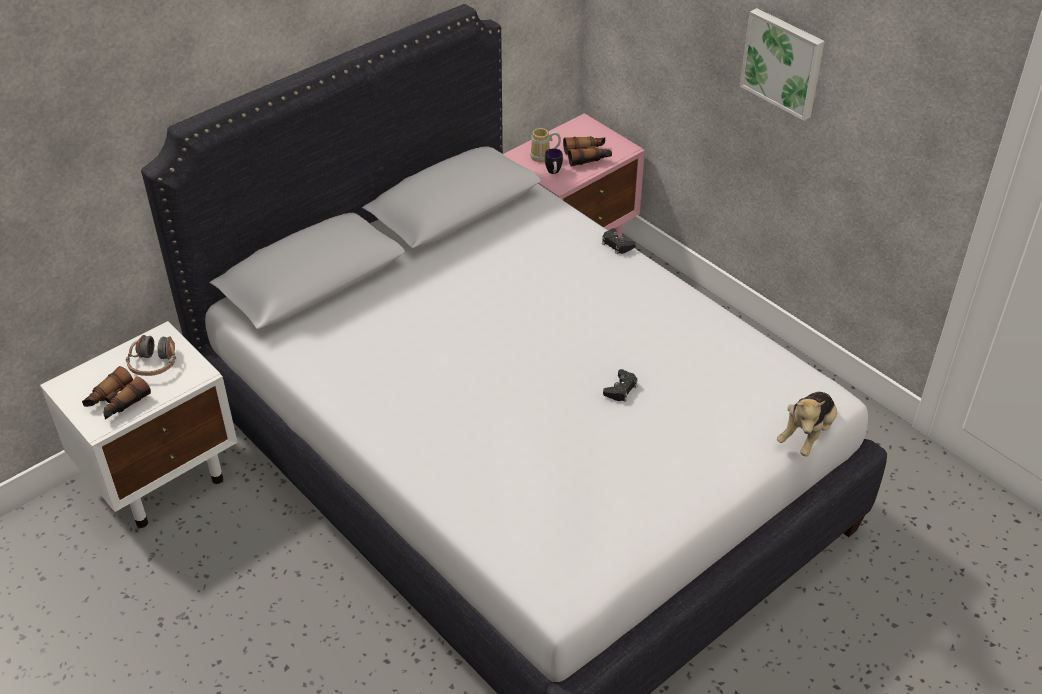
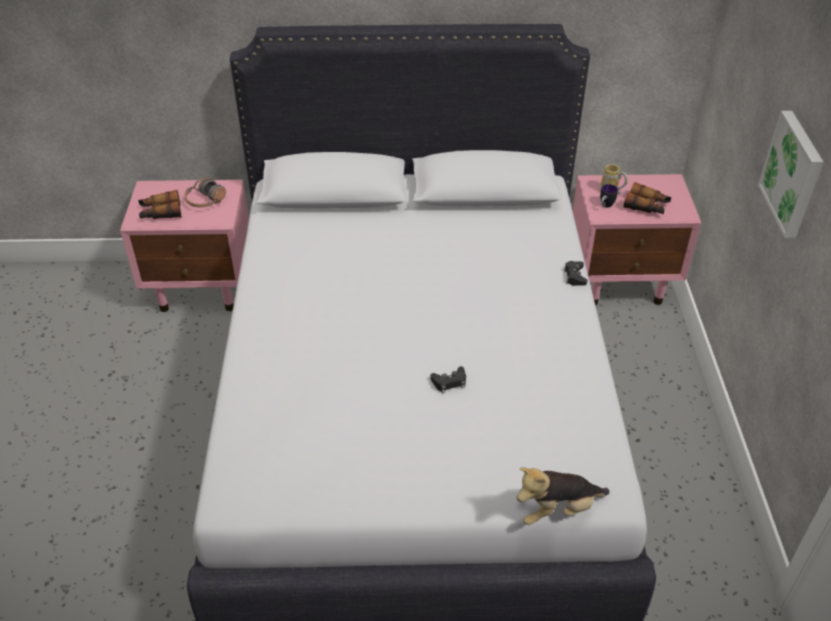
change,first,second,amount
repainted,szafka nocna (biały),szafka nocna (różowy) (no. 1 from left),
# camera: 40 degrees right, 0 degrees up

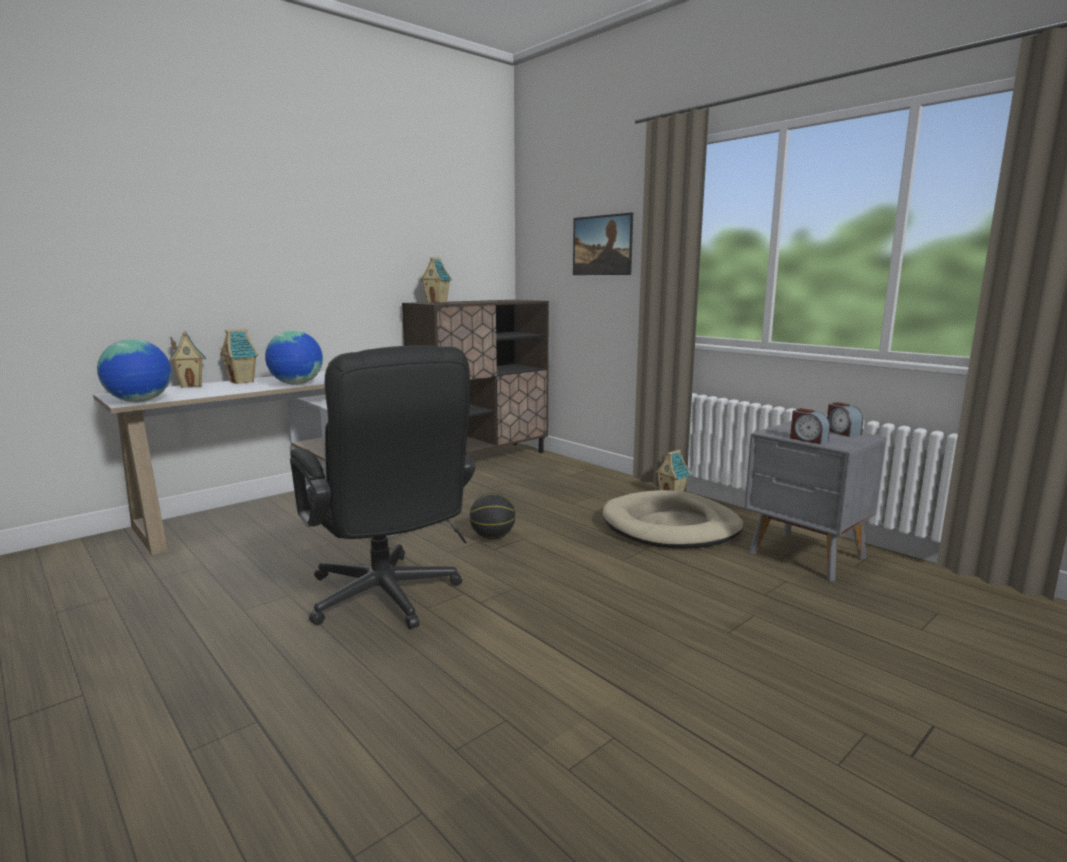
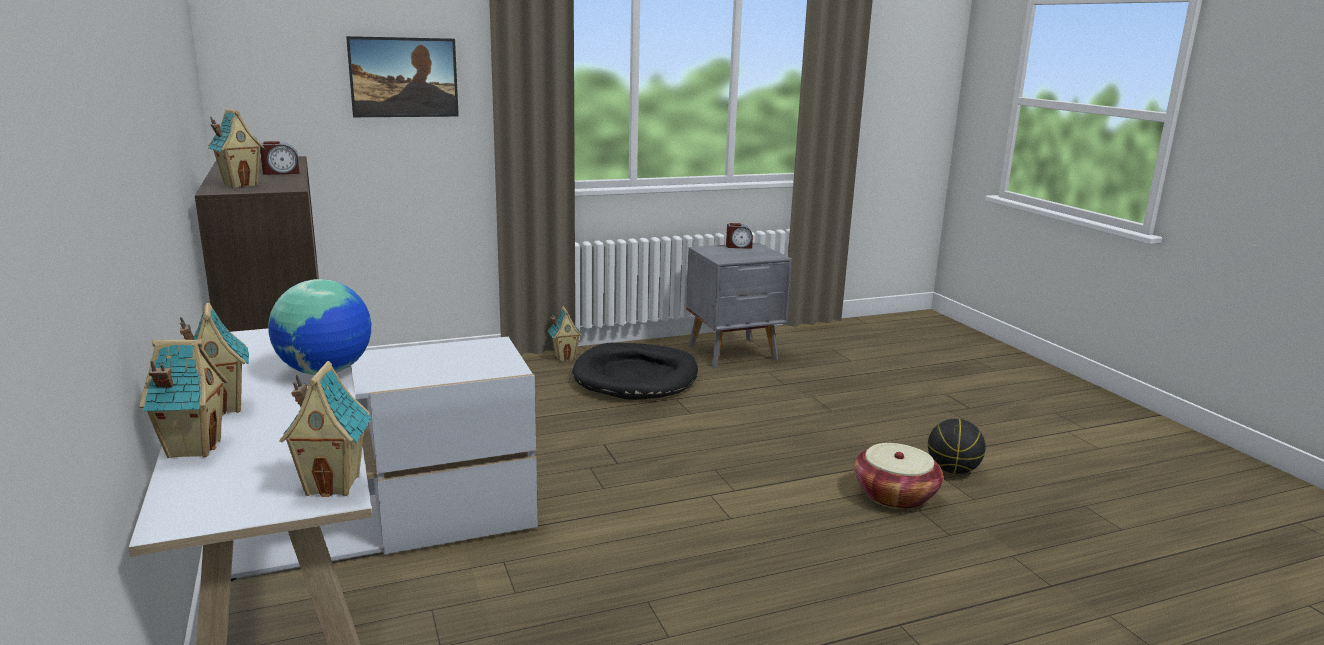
change,first,second,amount
gone,krzesło biurowe (czarny),,
new,,koszyk,
shifted,piłka do koszykówki,,
shifted,budzik (no. 1 from left),,
swapped,globus (no. 1 from left),domek (no. 4 from left),
repainted,legowisko (beżowy),legowisko (czarny),
# camera: 70 degrees left, 5 degrees up

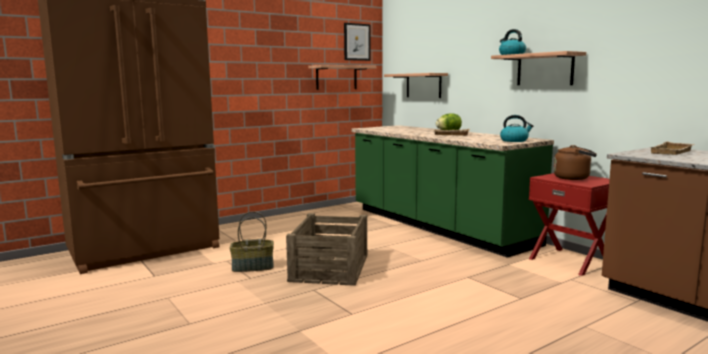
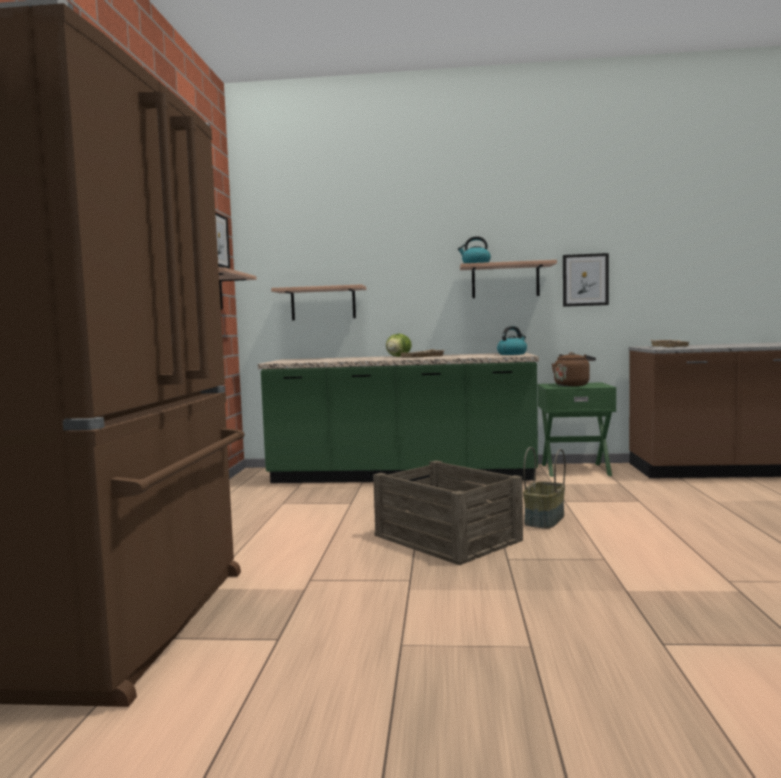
change,first,second,amount
new,,obraz (no. 2 from left),
shifted,koszyk,,
repainted,szafka nocna (czerwony),szafka nocna (zielony),
# camera: 50 degrees left, 5 degrees down

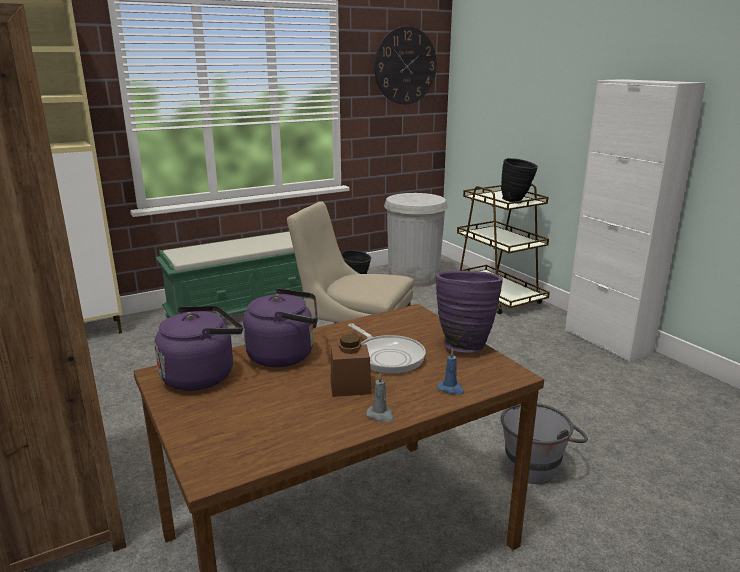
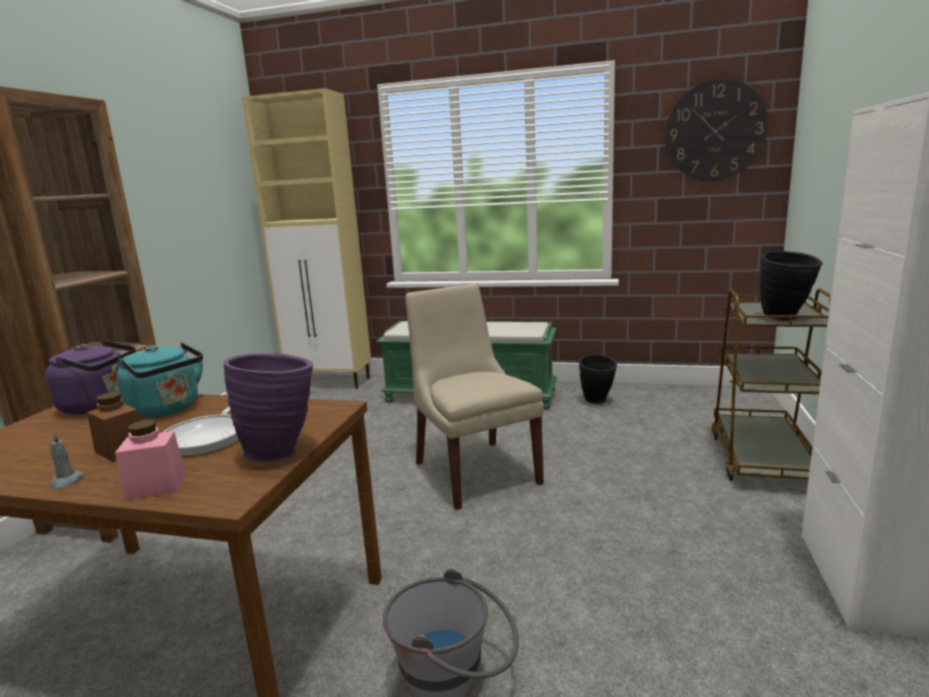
change,first,second,amount
gone,kosz na śmieci (biały),,
swapped,świeca (niebieski),słoik (różowy),
repainted,czajnik (fioletowy) (no. 2 from left),czajnik (turkusowy),
# camera: 45 degrees right, 5 degrees down

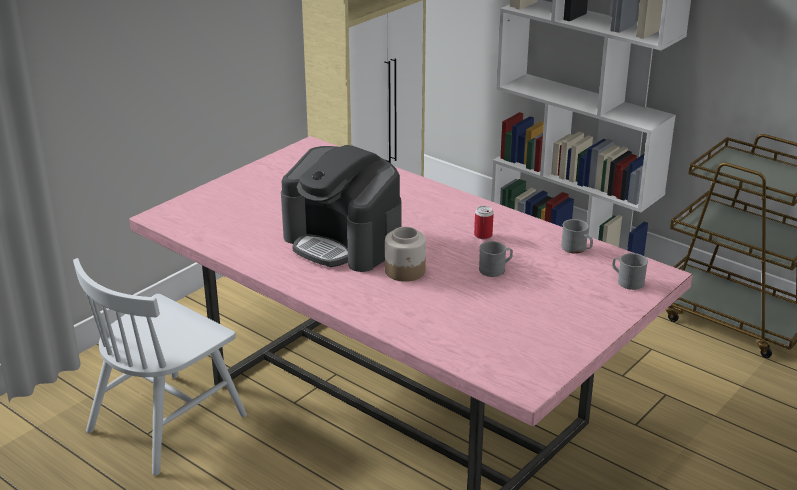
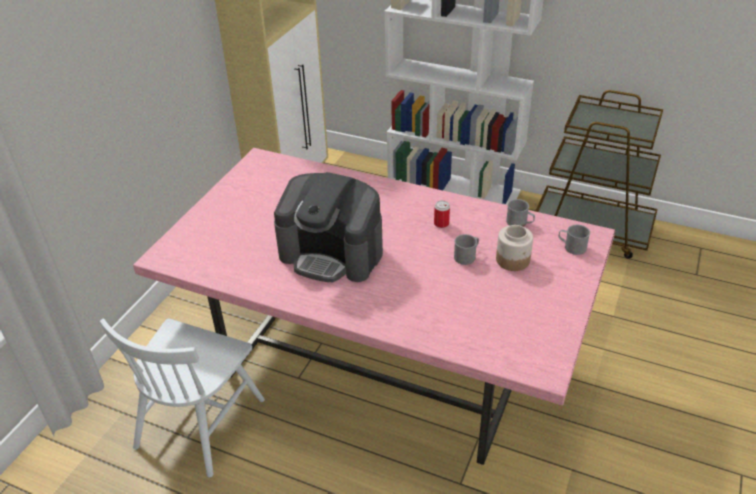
change,first,second,amount
shifted,słoik,,
# camera: 15 degrees left, 10 degrees up

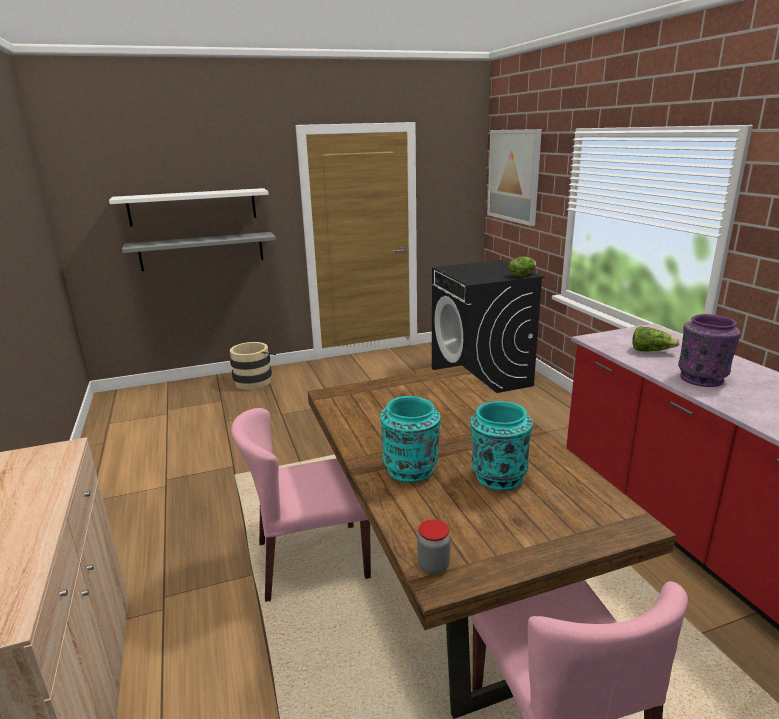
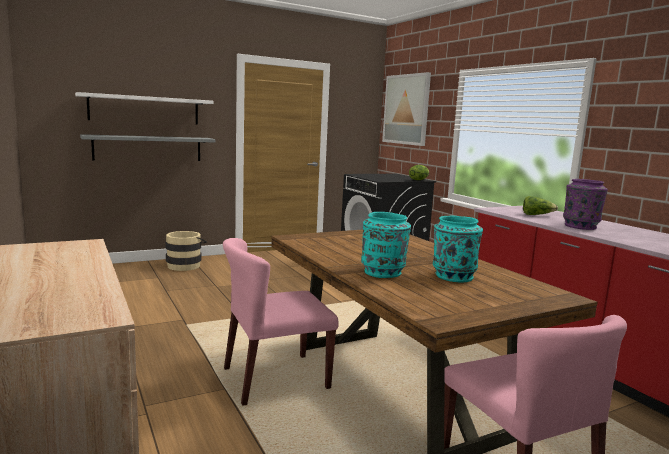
change,first,second,amount
gone,słoik,,
# camera: 10 degrees left, 10 degrees down

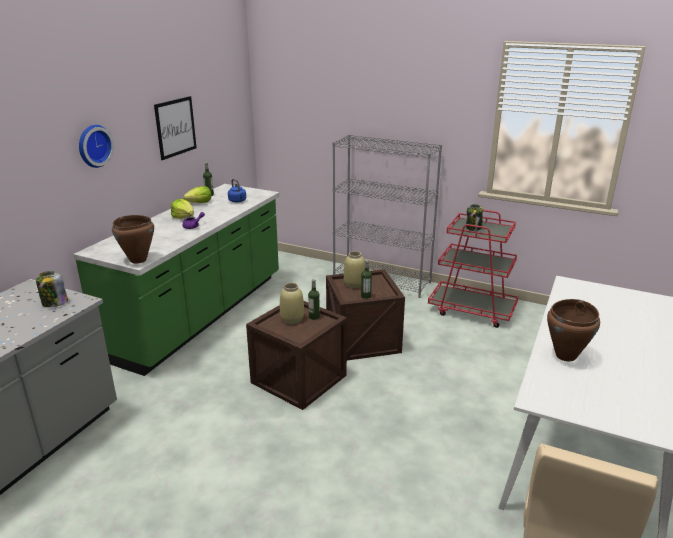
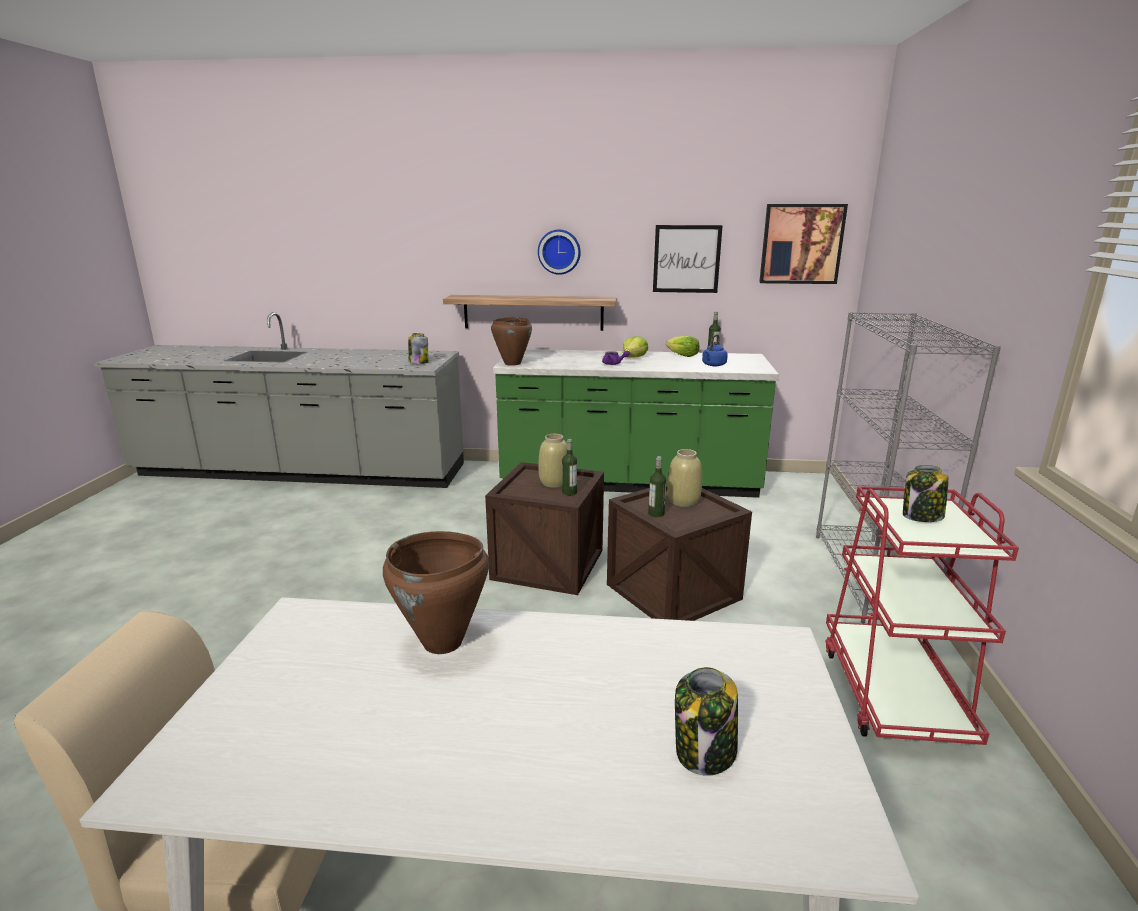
change,first,second,amount
new,,półka,
new,,słoik (no. 2 from left),
new,,obraz (no. 2 from left),
# camera: 70 degrees right, 5 degrees down

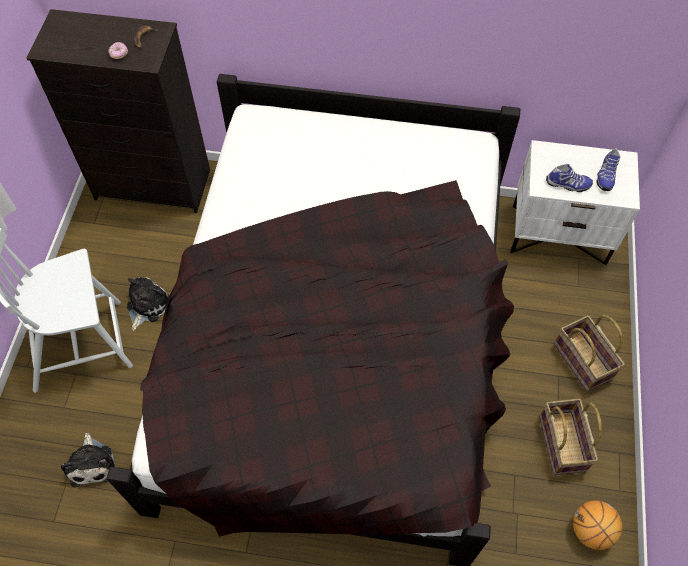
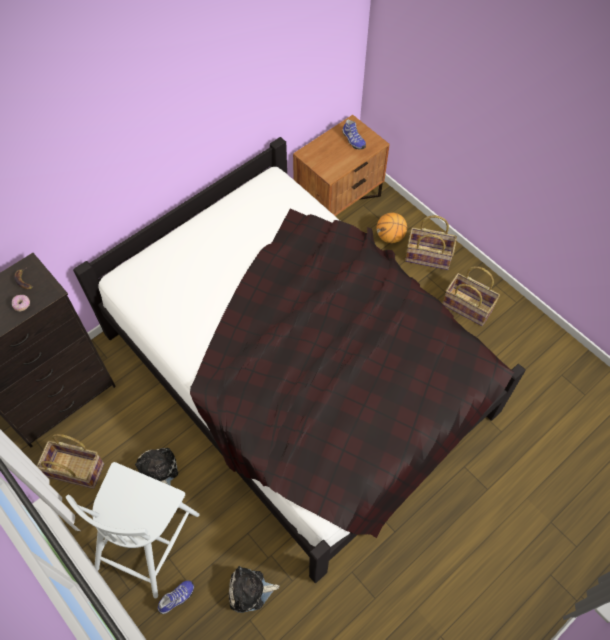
change,first,second,amount
new,,koszyk (no. 1 from left),
shifted,but (no. 1 from left),,
shifted,piłka do koszykówki,,
repainted,szafka nocna (biały),szafka nocna (brązowy),
rotated,pluszak (no. 1 from left in the first image),pluszak (no. 2 from left),150 degrees clockwise
# camera: 50 degrees left, 0 degrees up

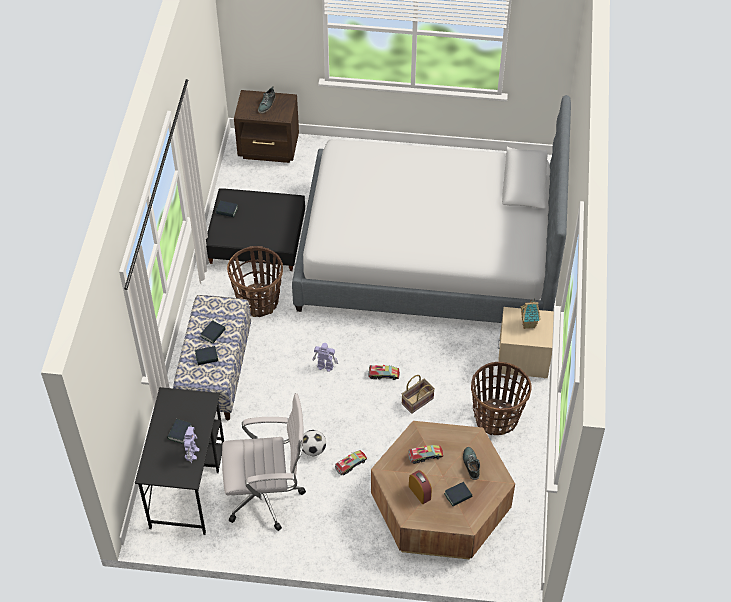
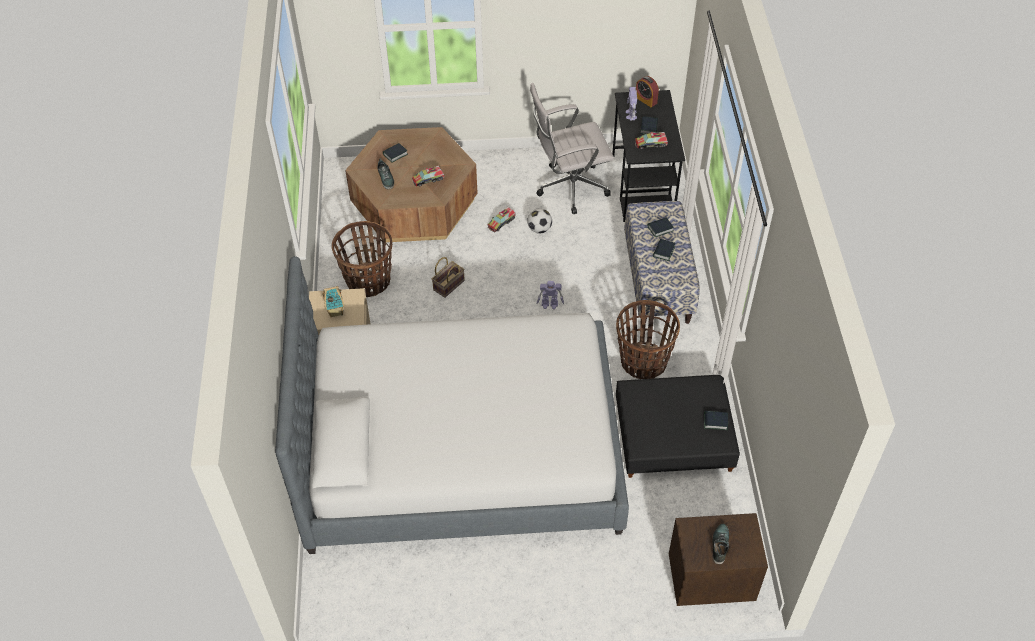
change,first,second,amount
shifted,ciężarówka zabawkowa (no. 2 from left in the first image),ciężarówka zabawkowa (no. 3 from left),
shifted,budzik,,
# camera: 170 degrees right, 0 degrees up

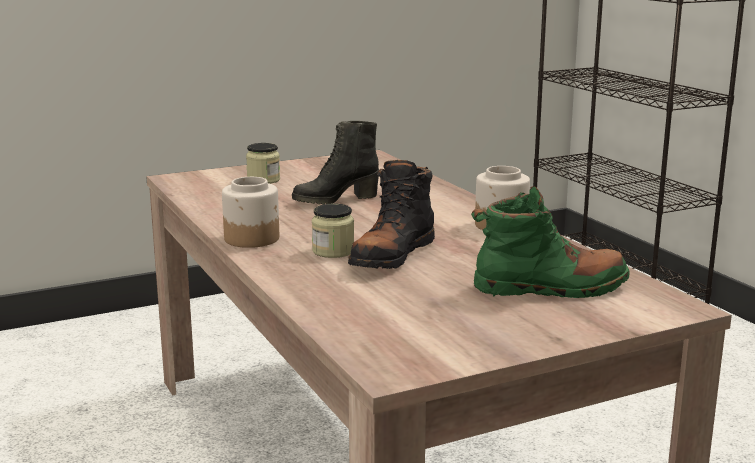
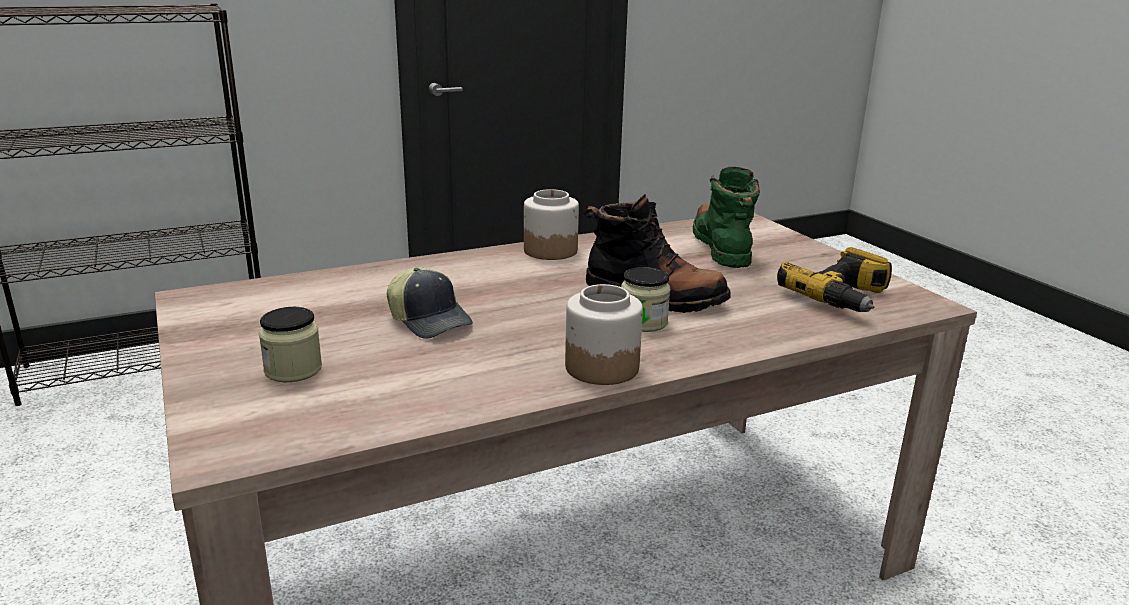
change,first,second,amount
new,,wiertarka,
swapped,but z cholewką (czarny) (no. 1 from left),czapka z daszkiem,
# camera: 90 degrees left, 5 degrees up

